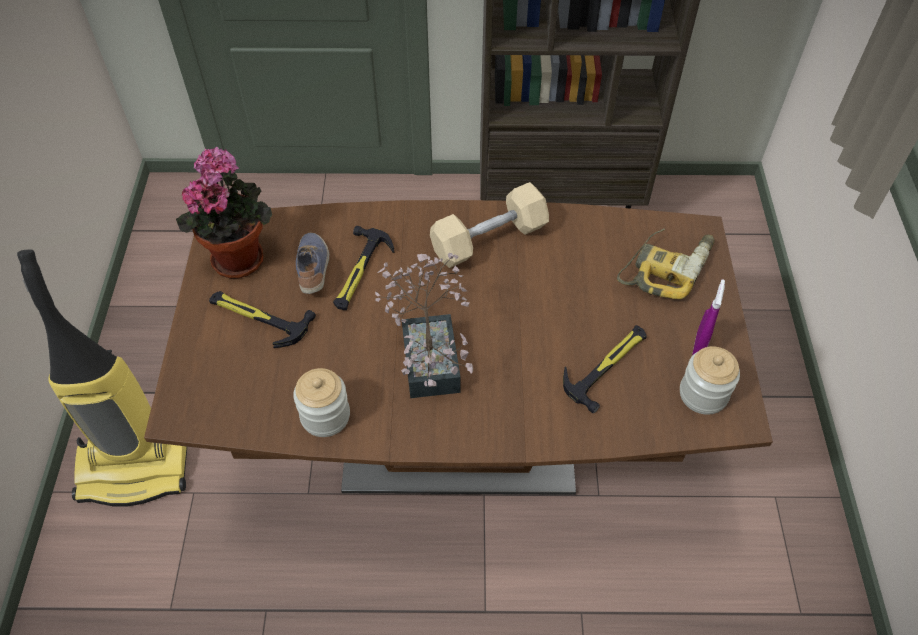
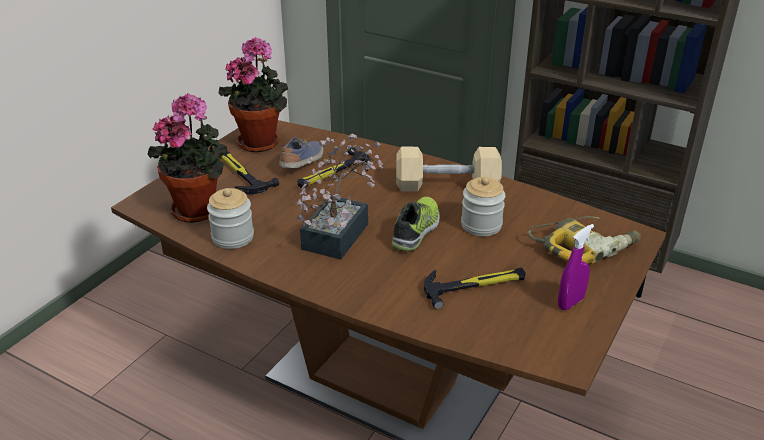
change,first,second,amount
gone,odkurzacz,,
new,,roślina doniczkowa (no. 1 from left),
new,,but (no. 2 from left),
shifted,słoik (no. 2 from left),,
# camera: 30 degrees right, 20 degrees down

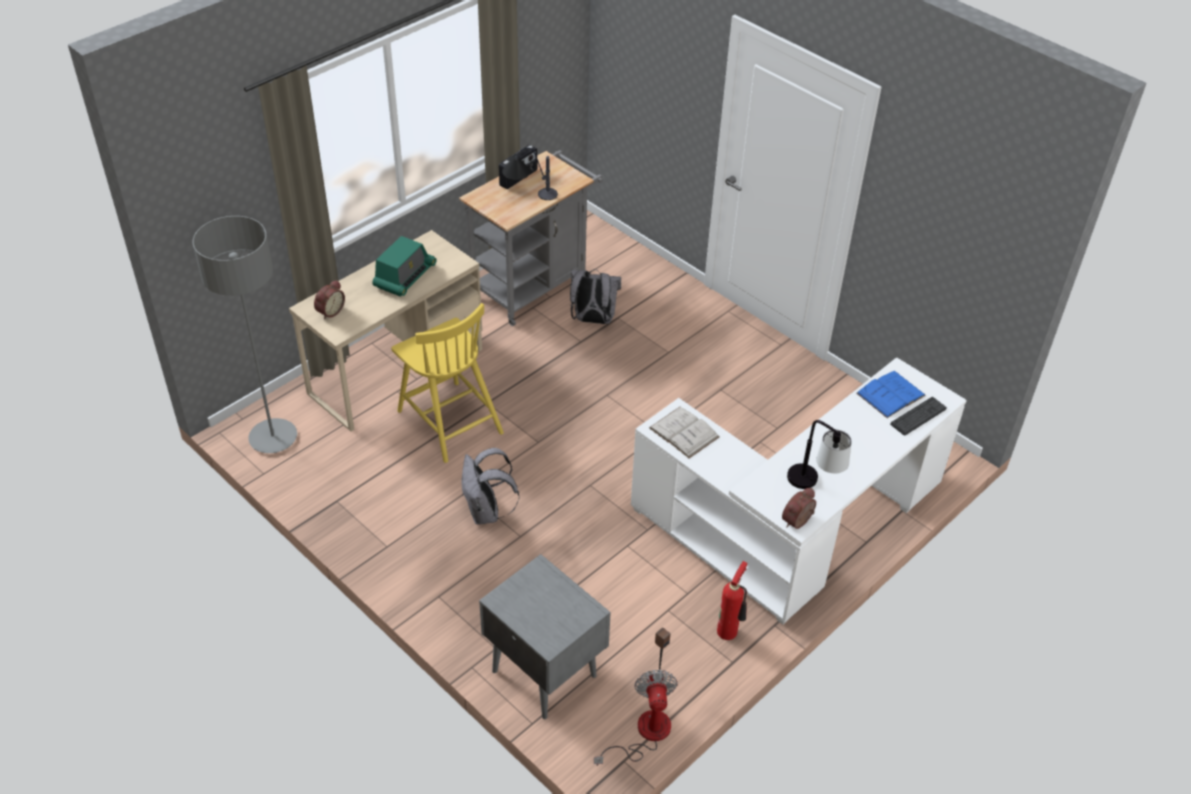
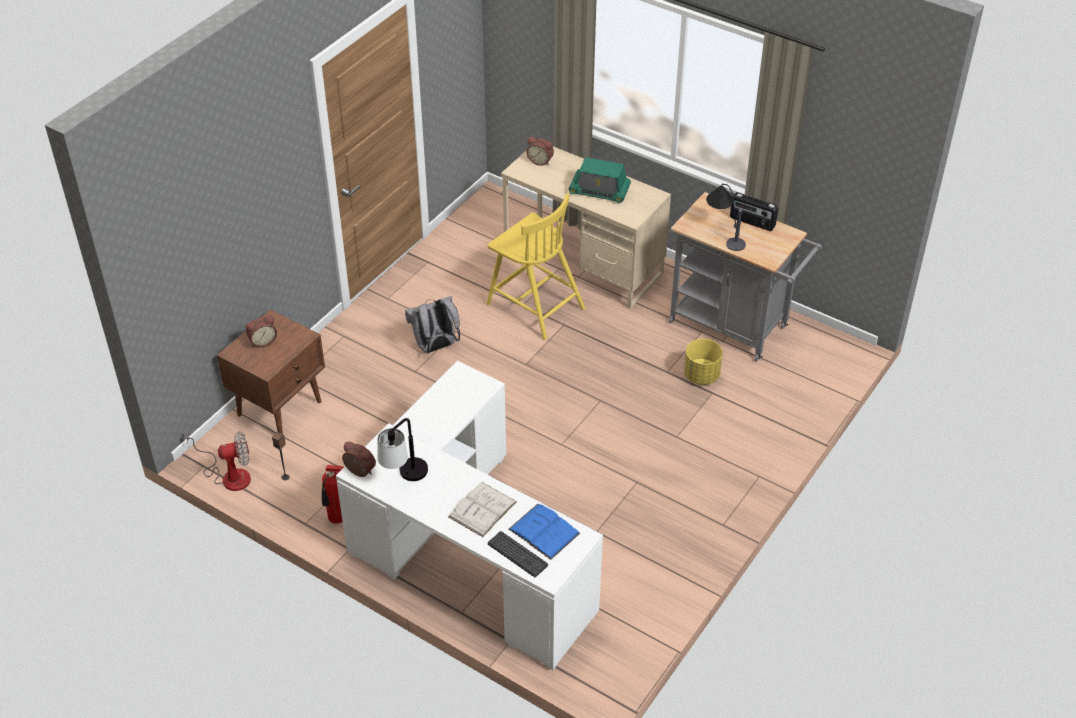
change,first,second,amount
gone,lampa stojąca (szary),,
new,,budzik (no. 1 from left),
shifted,książka (biały),,
swapped,plecak (szary) (no. 2 from left),donica (żółty),
repainted,szafka nocna (szary),szafka nocna (brązowy),
rotated,krzesło (żółty),,90 degrees counterclockwise
# camera: 80 degrees right, 0 degrees up

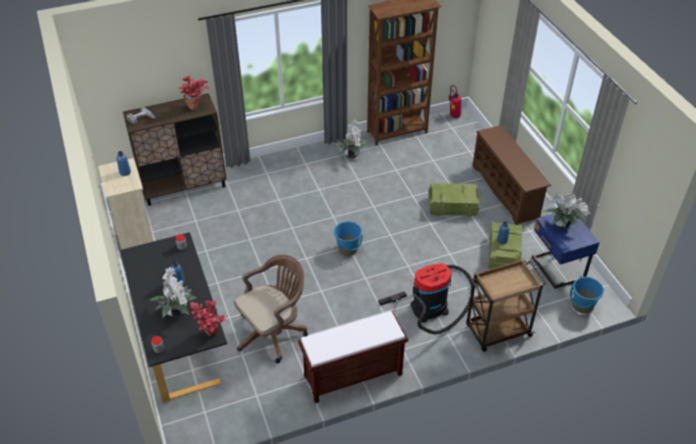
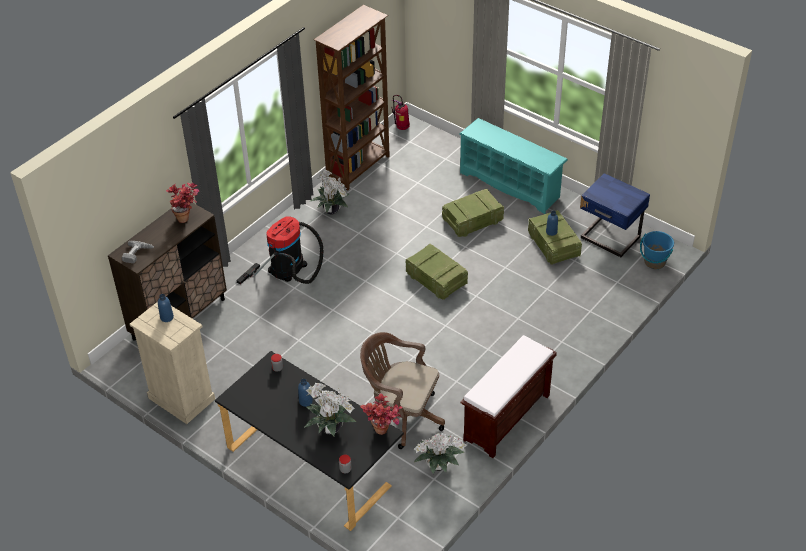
change,first,second,amount
gone,wiadro (niebieski) (no. 1 from left),,
gone,wózek (brązowy),,
new,,skrzynka (no. 1 from left),
shifted,odkurzacz,,
shifted,roślina doniczkowa (no. 5 from left),,
repainted,regał na buty (brązowy),regał na buty (turkusowy),
rotated,krzesło biurowe (brązowy),,90 degrees counterclockwise
# camera: 30 degrees left, 0 degrees up

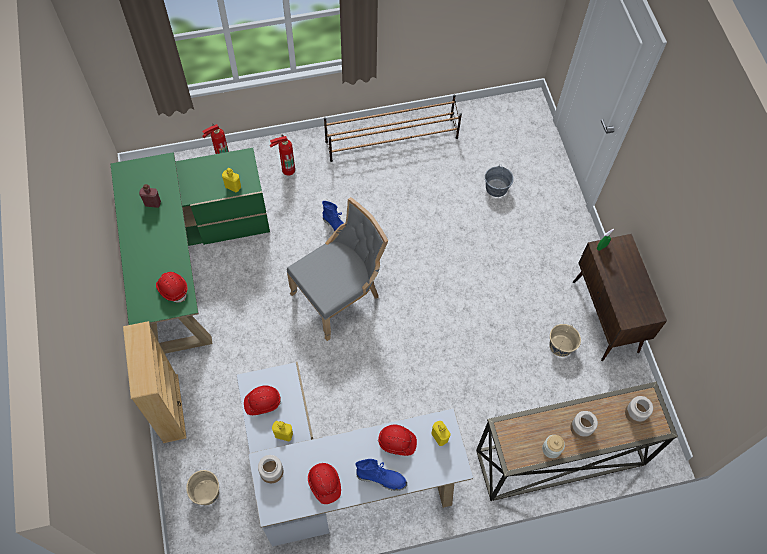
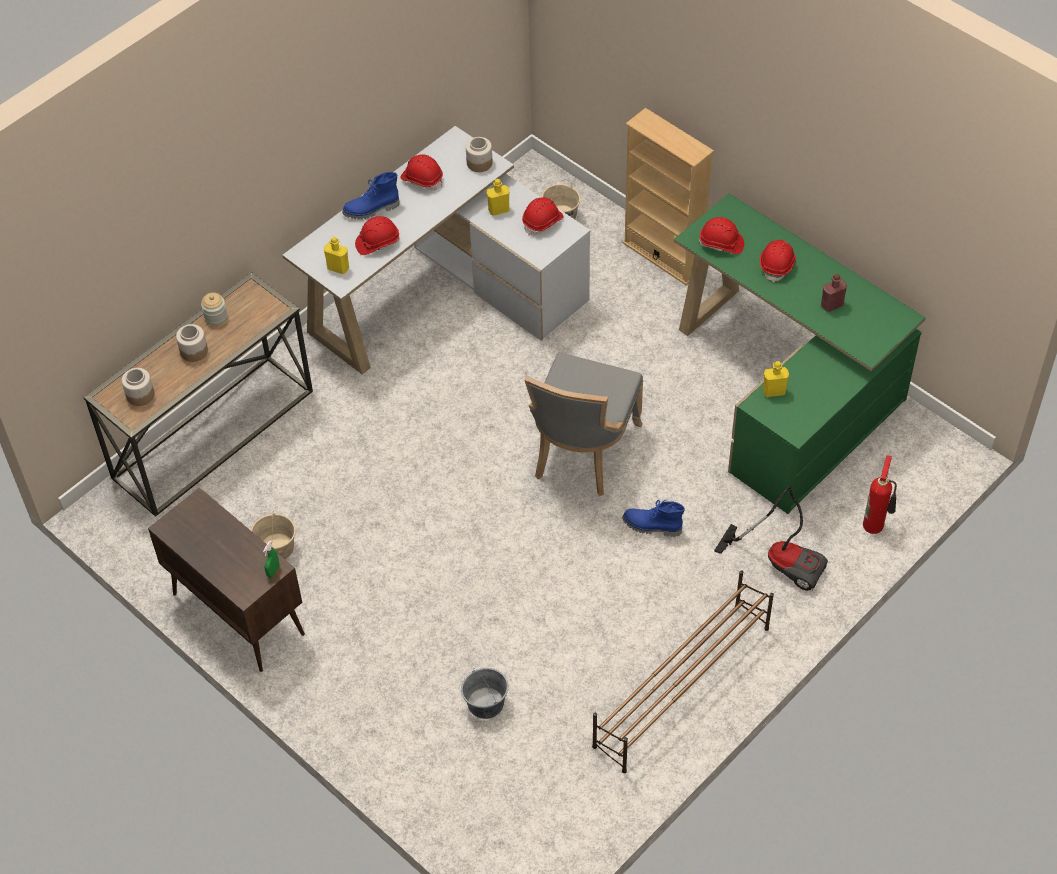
change,first,second,amount
new,,kask (czerwony) (no. 5 from left),
swapped,gaśnica (no. 2 from left),odkurzacz,
# camera: 150 degrees right, 10 degrees down

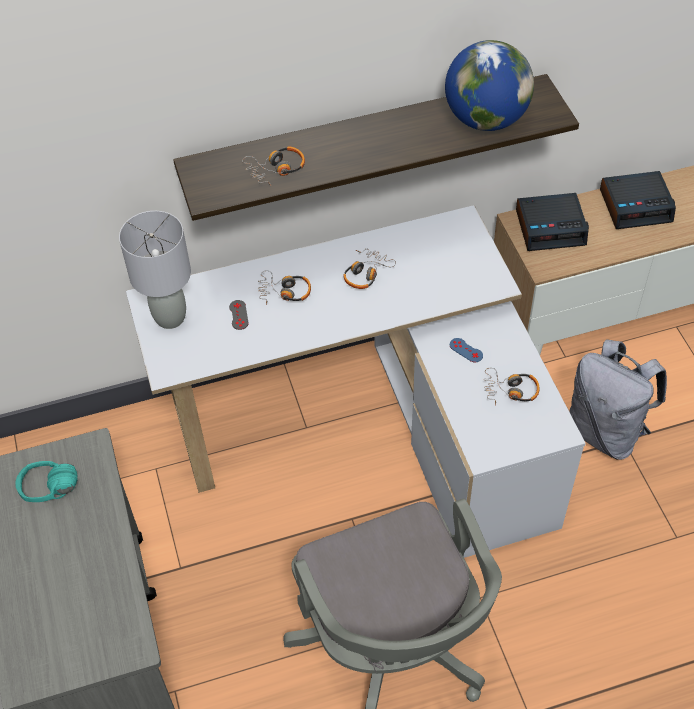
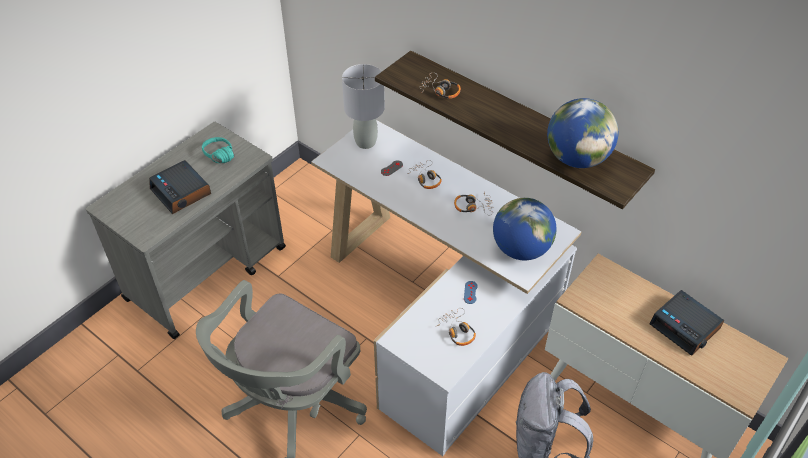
change,first,second,amount
new,,globus (no. 1 from left),
shifted,budzik (no. 1 from left),,
# camera: 55 degrees right, 5 degrees down

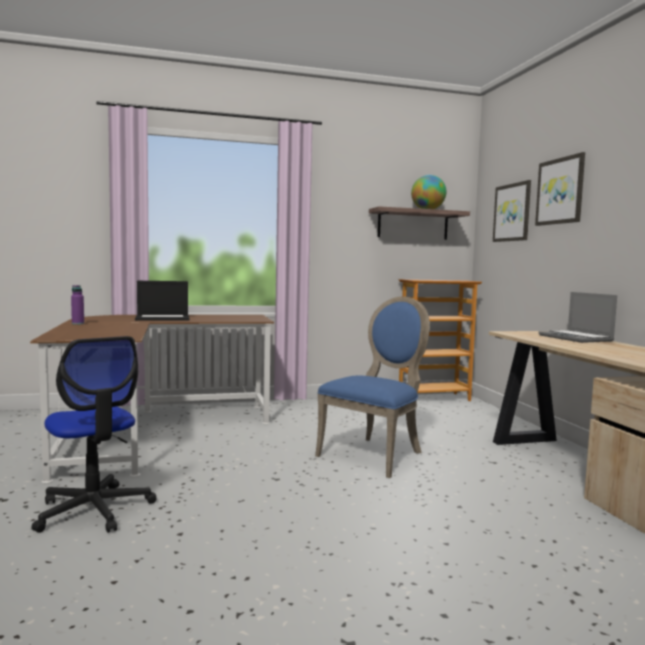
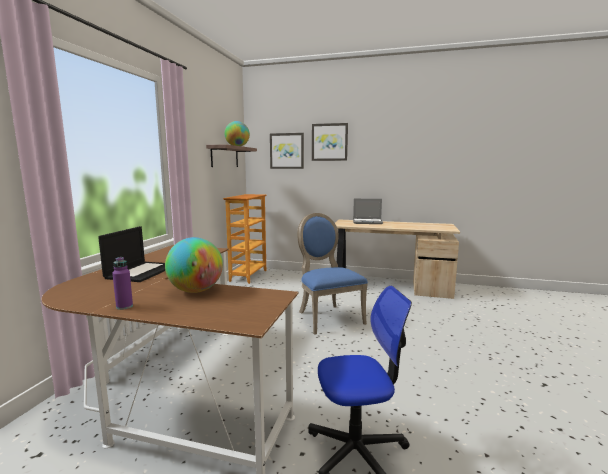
change,first,second,amount
new,,globus (no. 1 from left),
# camera: 60 degrees left, 5 degrees up

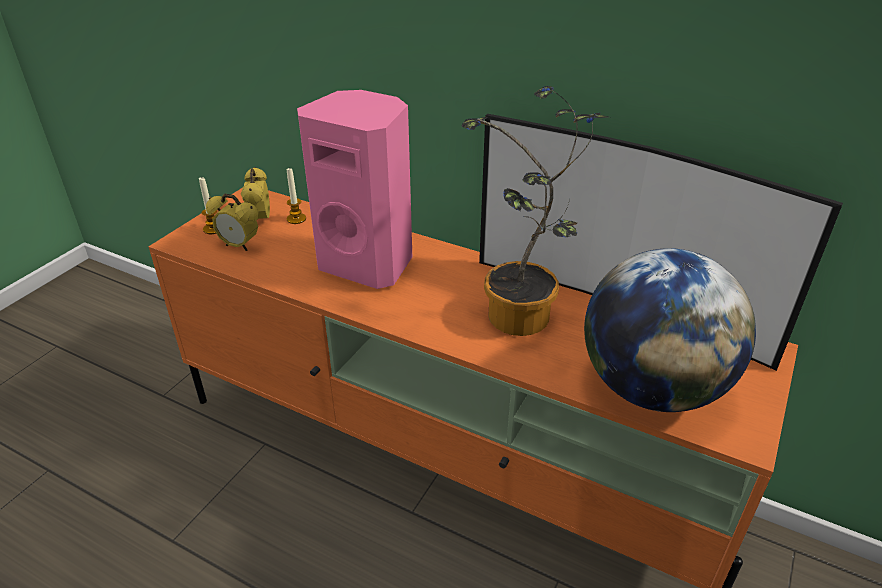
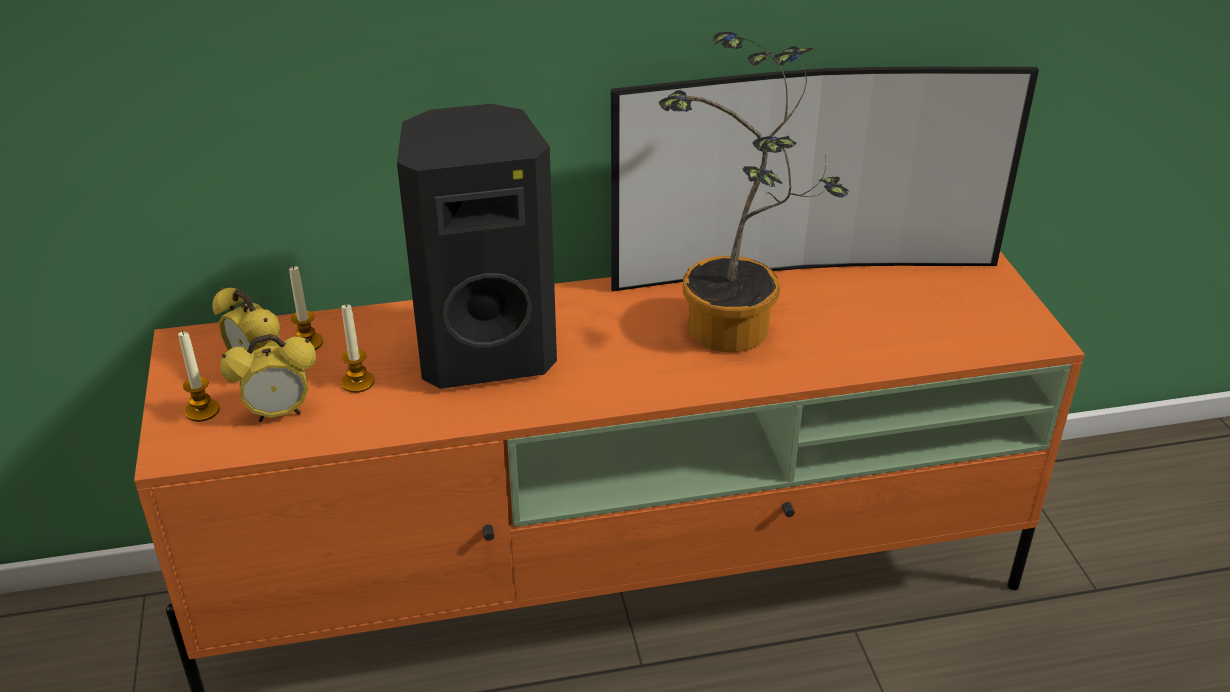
change,first,second,amount
gone,globus,,
new,,świeca (no. 3 from left),
repainted,głośnik (różowy),głośnik (czarny),
# camera: 40 degrees left, 0 degrees up

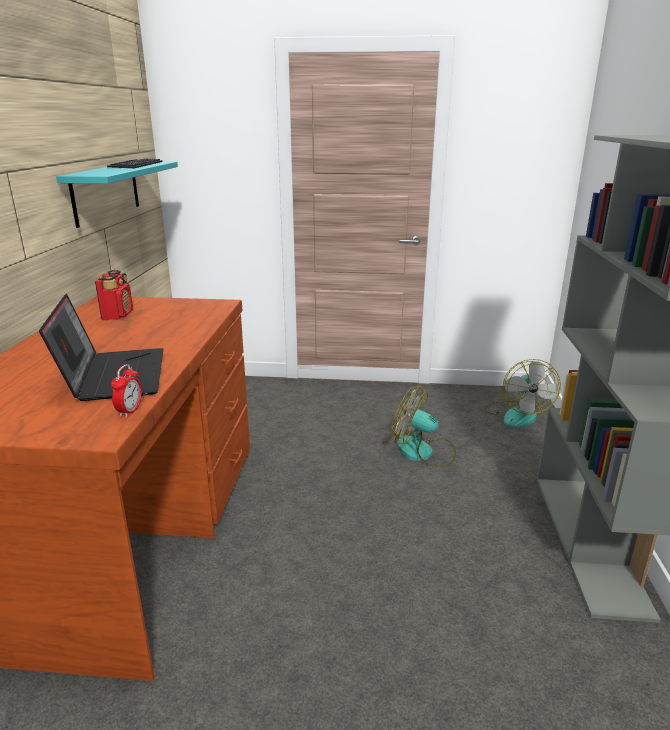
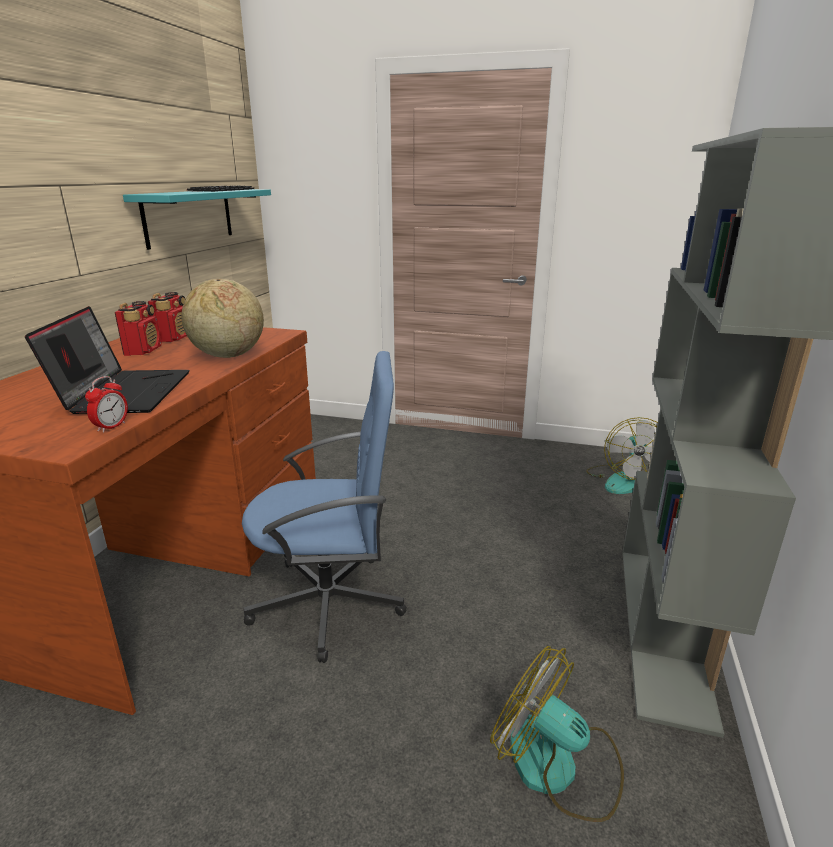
change,first,second,amount
new,,radio (no. 1 from left),
new,,globus,
new,,krzesło biurowe (niebieski),
shifted,wentylator (no. 1 from left),,
# camera: 10 degrees right, 0 degrees up

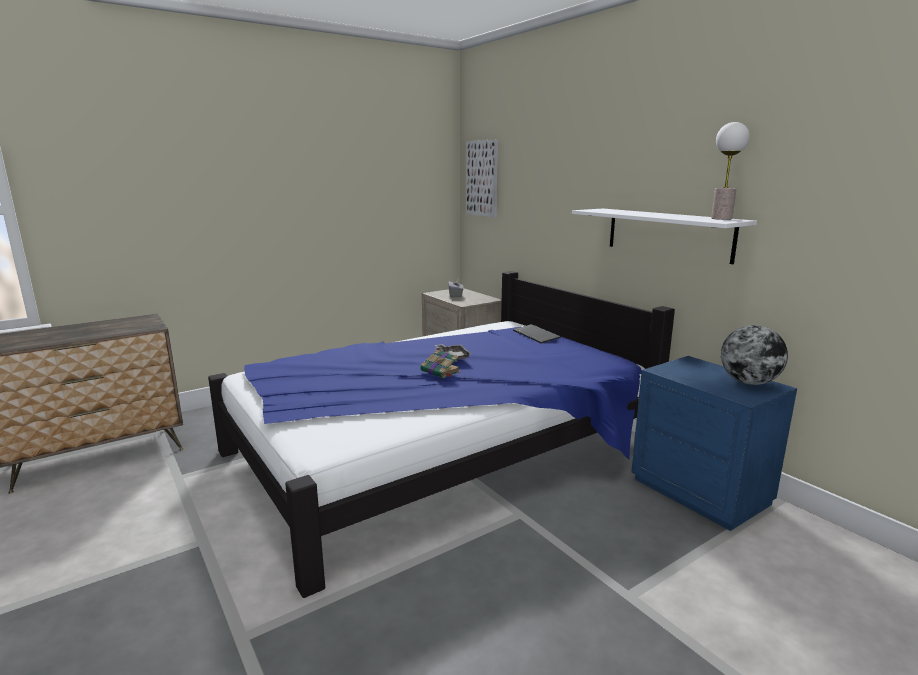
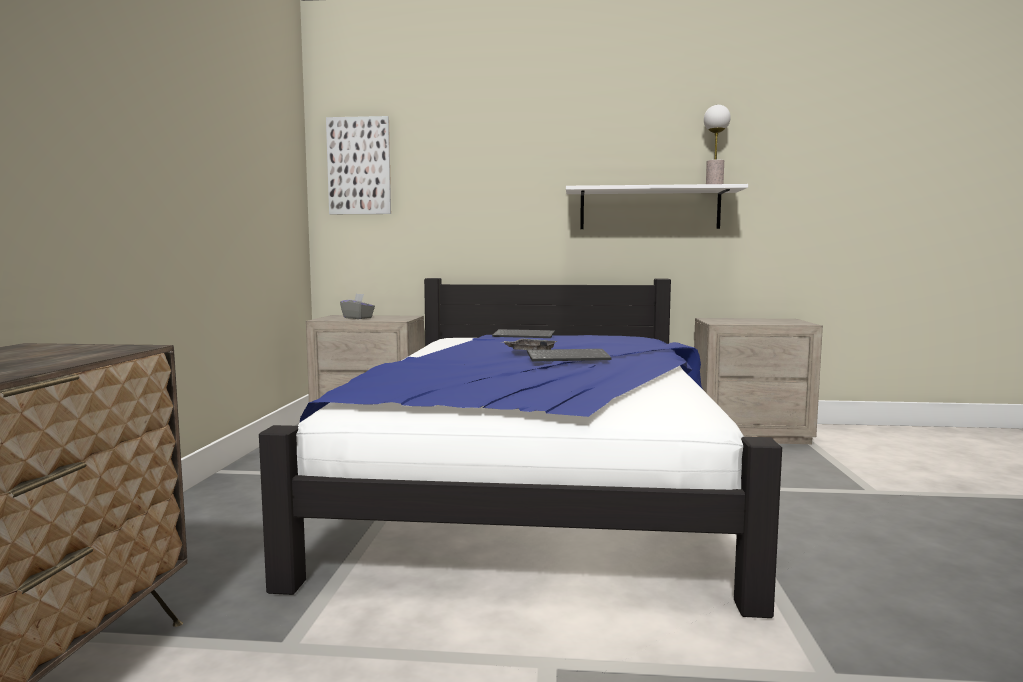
change,first,second,amount
gone,globus,,
swapped,książka,klawiatura (no. 2 from left),
repainted,szafka nocna (niebieski),szafka nocna (beżowy) (no. 2 from left),
# camera: 50 degrees left, 10 degrees down

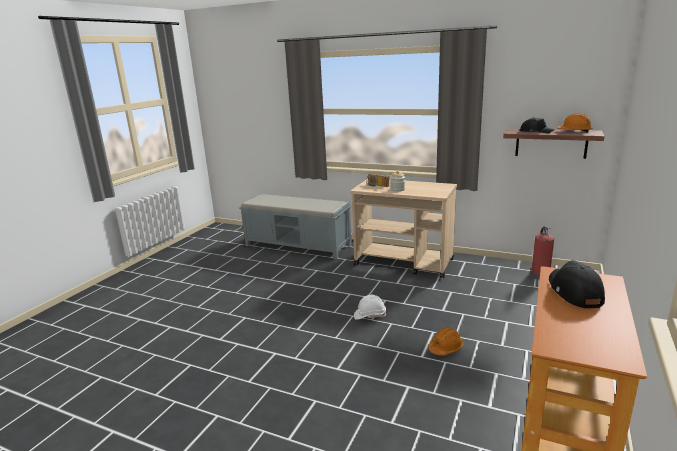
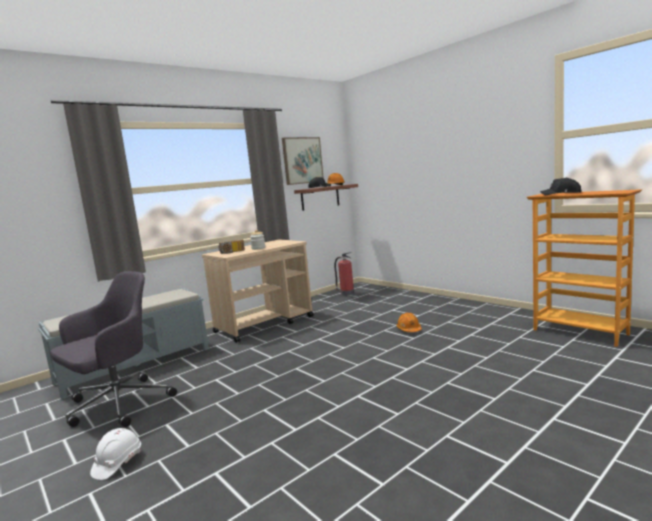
change,first,second,amount
new,,krzesło biurowe (szary),
new,,obraz,
shifted,kask (biały),,
# camera: 65 degrees left, 10 degrees down

